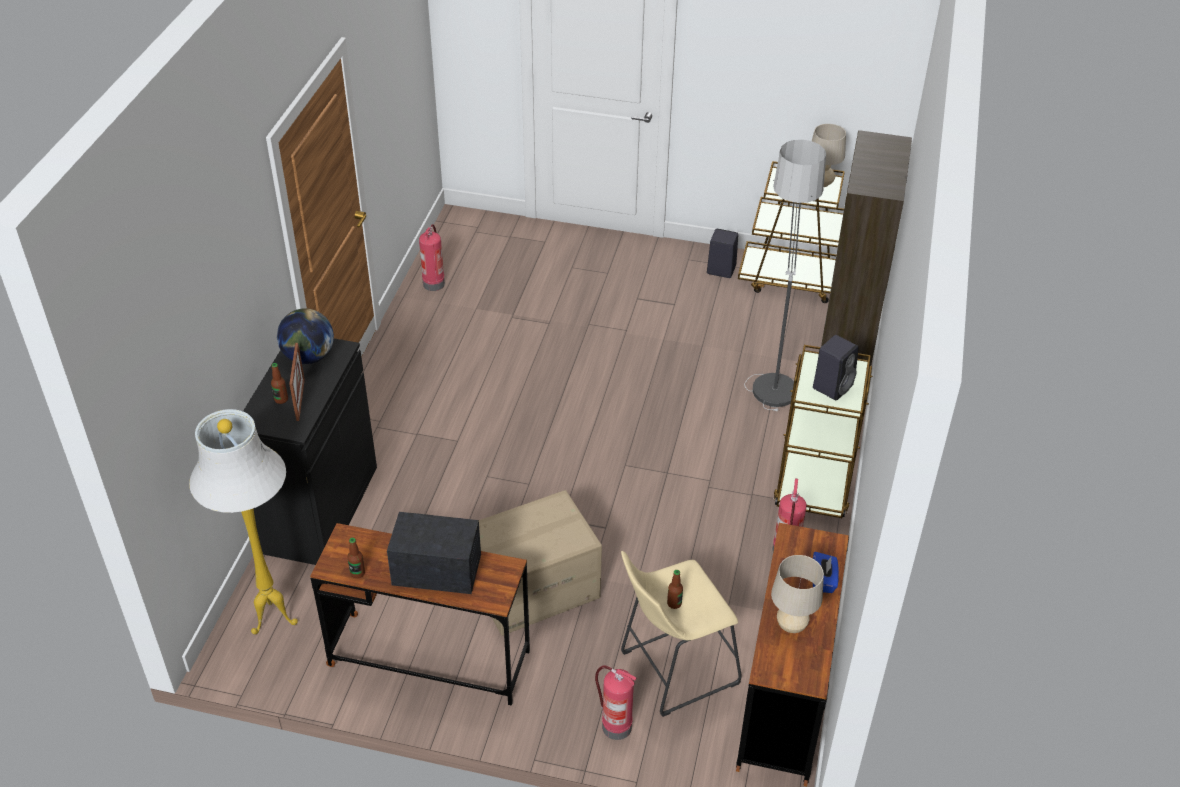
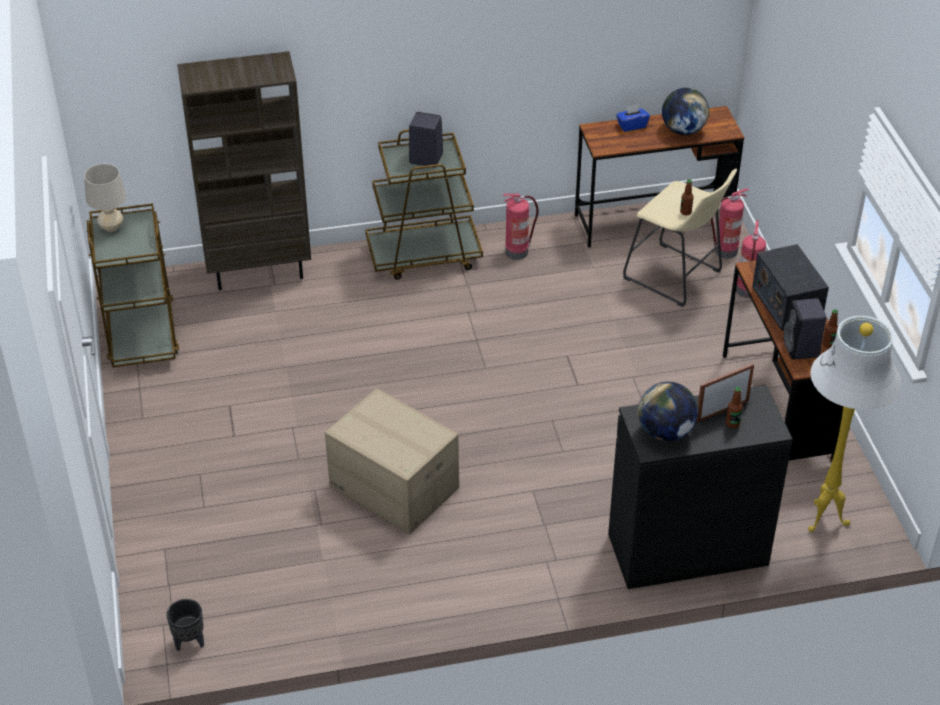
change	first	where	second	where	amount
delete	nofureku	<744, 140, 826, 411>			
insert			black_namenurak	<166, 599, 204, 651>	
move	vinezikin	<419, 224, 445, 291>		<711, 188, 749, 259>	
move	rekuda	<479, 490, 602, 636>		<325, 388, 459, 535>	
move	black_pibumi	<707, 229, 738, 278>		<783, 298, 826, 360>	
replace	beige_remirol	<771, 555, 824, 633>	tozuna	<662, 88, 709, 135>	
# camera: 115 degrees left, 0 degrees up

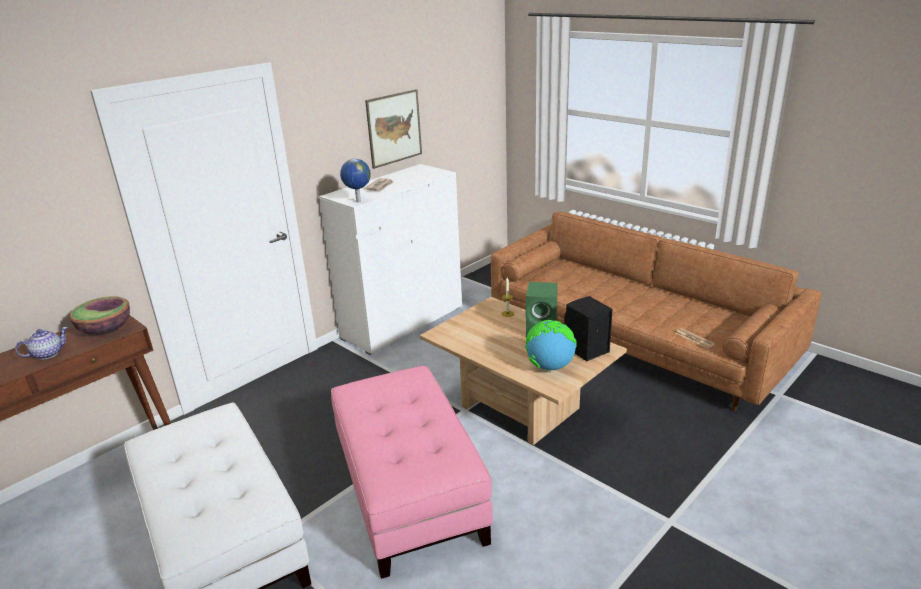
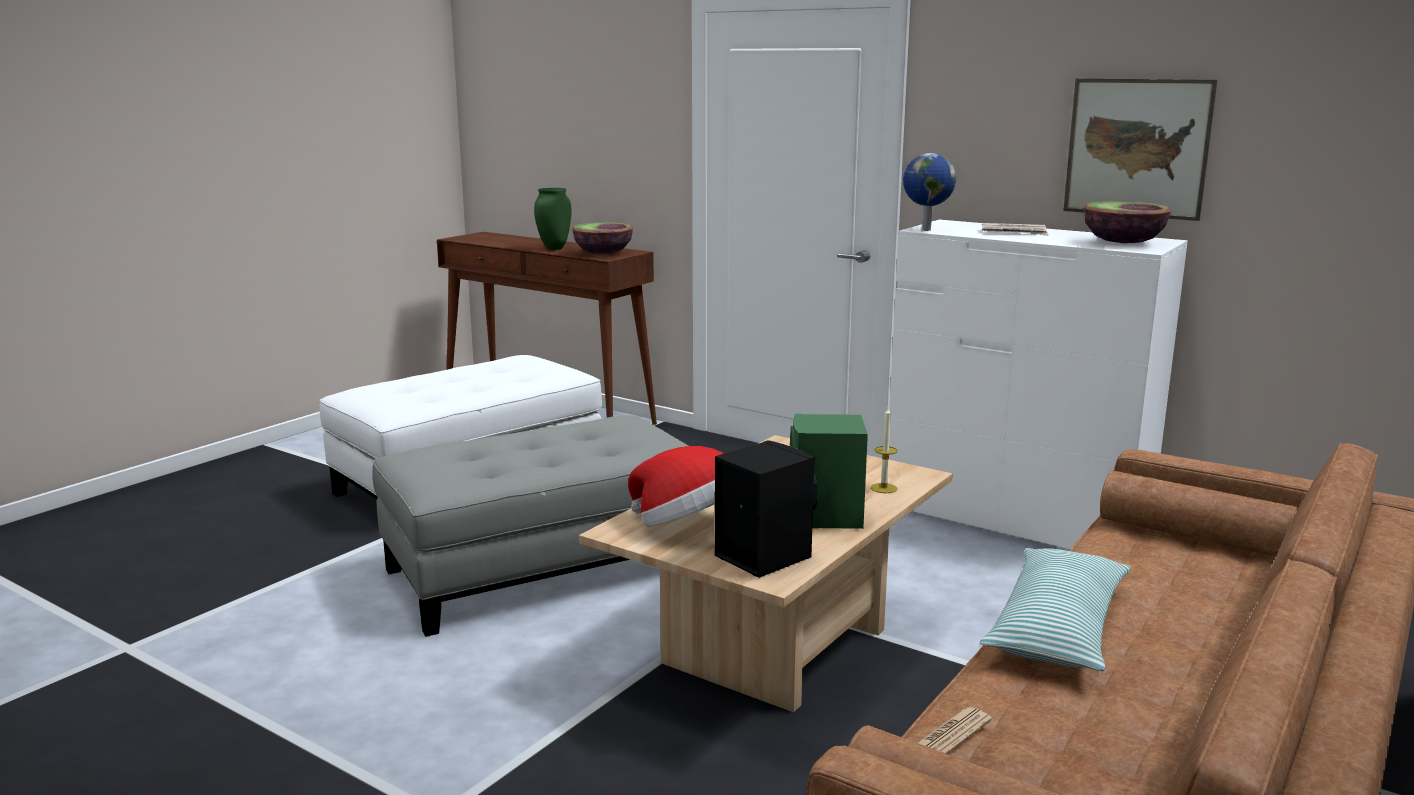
change	first	where	second	where	amount
insert			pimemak	<980, 548, 1131, 671>	
insert			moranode	<1084, 201, 1171, 243>	
replace	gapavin	<15, 327, 68, 360>	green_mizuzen	<534, 188, 572, 250>	
replace	tozuna	<525, 320, 577, 370>	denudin	<628, 446, 724, 527>	
recolor	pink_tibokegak	<331, 366, 493, 579>	grey_tibokegak	<372, 415, 688, 637>	
# camera: 80 degrees right, 10 degrees down

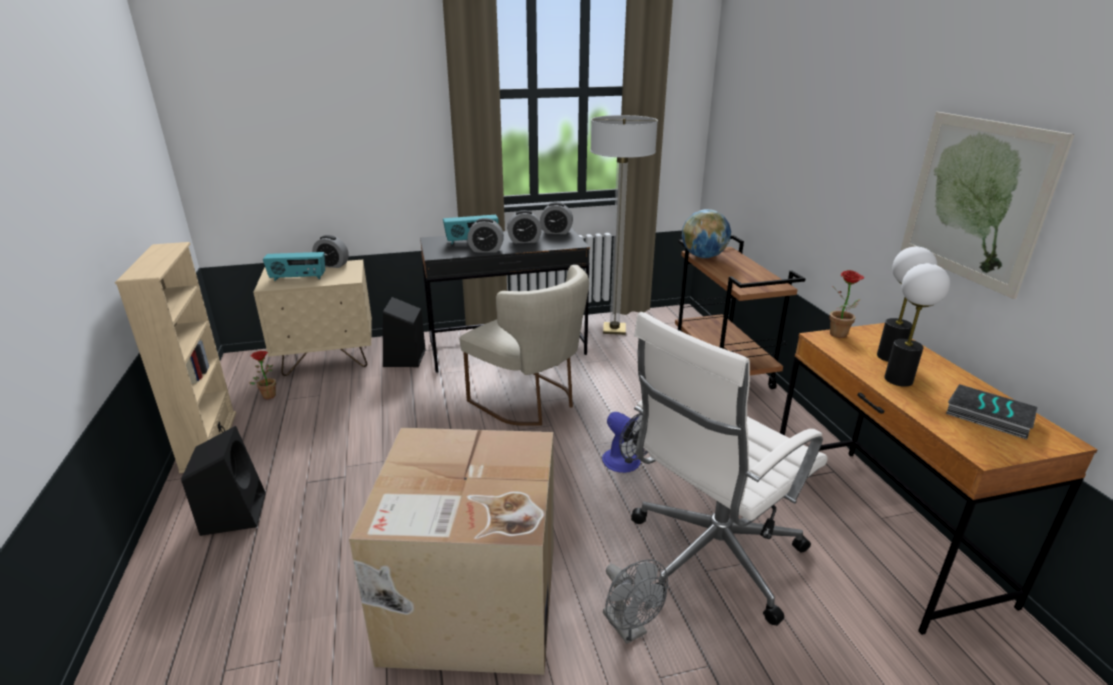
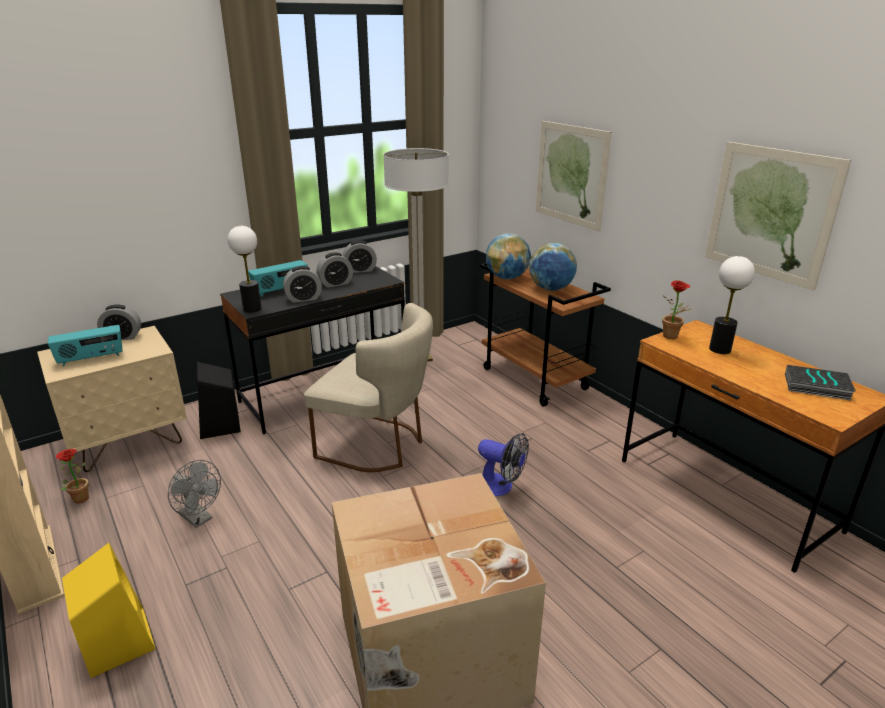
change	first	where	second	where	amount
delete	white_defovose	<631, 312, 828, 626>			
insert			tozuna	<529, 243, 577, 291>	
insert			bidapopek	<536, 121, 612, 232>	
move	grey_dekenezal	<603, 559, 668, 644>		<168, 460, 221, 528>	
move	remirol	<884, 263, 950, 387>		<228, 226, 262, 313>	
recolor	black_pibumi	<181, 426, 266, 536>	yellow_pibumi	<62, 543, 156, 678>	
# camera: 20 degrees left, 0 degrees up

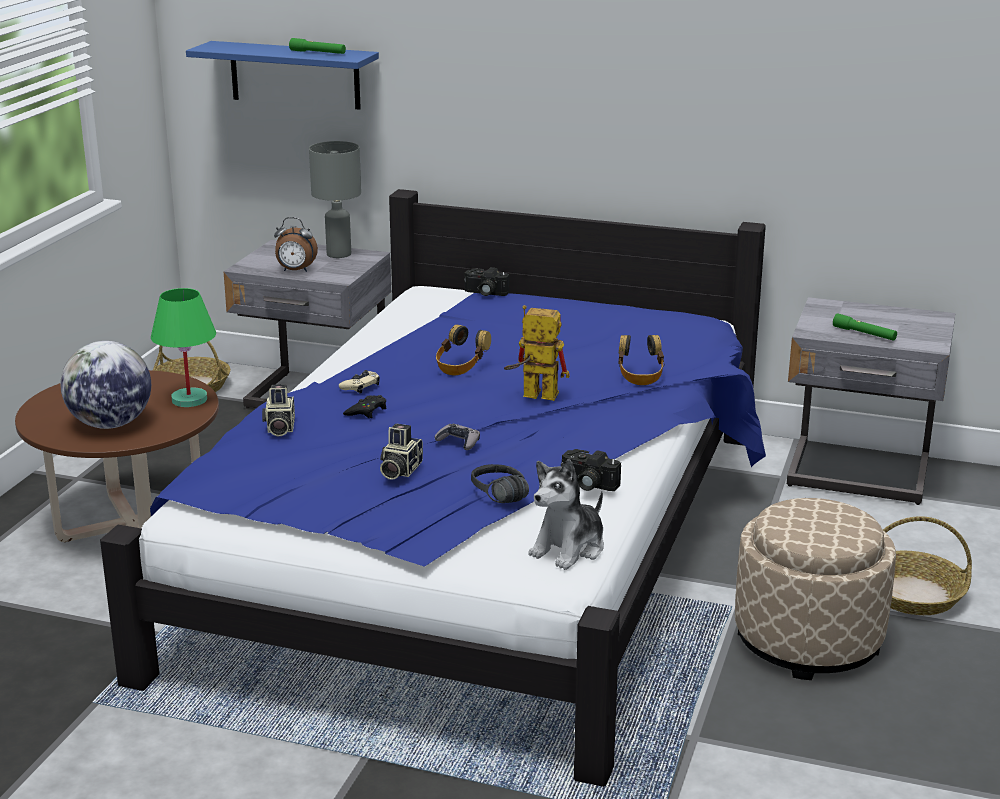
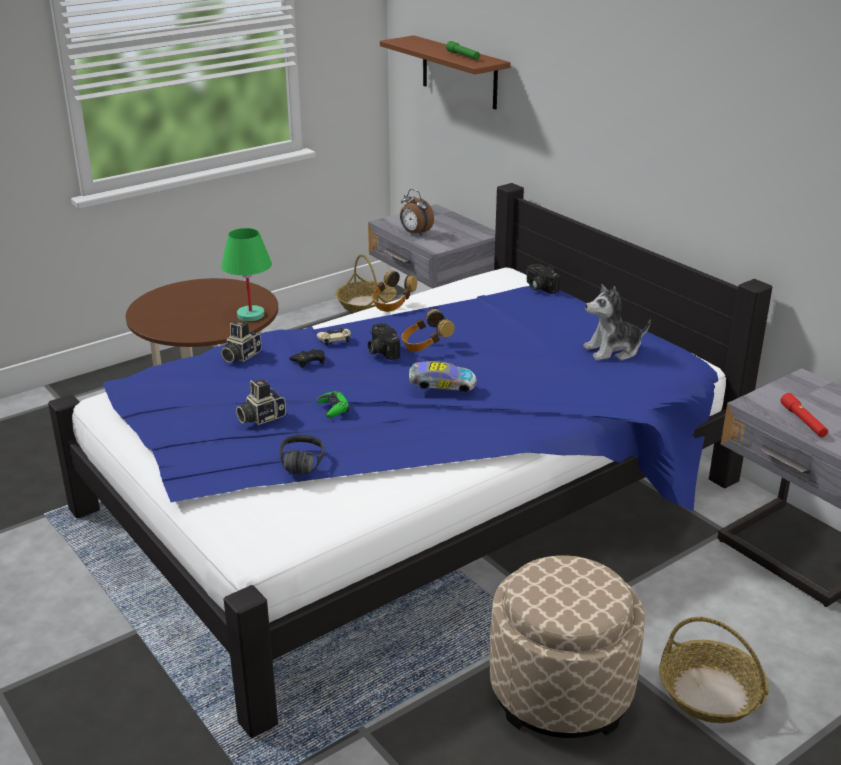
change	first	where	second	where	amount
delete	tozuna	<61, 341, 151, 429>			
delete	grey_remirol	<309, 141, 361, 258>			
move	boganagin	<528, 459, 604, 570>		<583, 284, 651, 361>	
move	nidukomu	<561, 449, 621, 491>		<368, 323, 400, 360>	
move	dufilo	<619, 335, 664, 385>		<372, 270, 417, 312>	
replace	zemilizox	<504, 305, 570, 401>	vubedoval	<409, 361, 477, 393>	
recolor	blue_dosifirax	<186, 41, 379, 110>	brown_dosifirax	<380, 35, 511, 109>	
recolor	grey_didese	<435, 424, 480, 450>	green_didese	<317, 391, 349, 418>	
recolor	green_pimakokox	<833, 314, 897, 341>	red_pimakokox	<781, 393, 828, 437>	
# camera: 35 degrees right, 5 degrees up

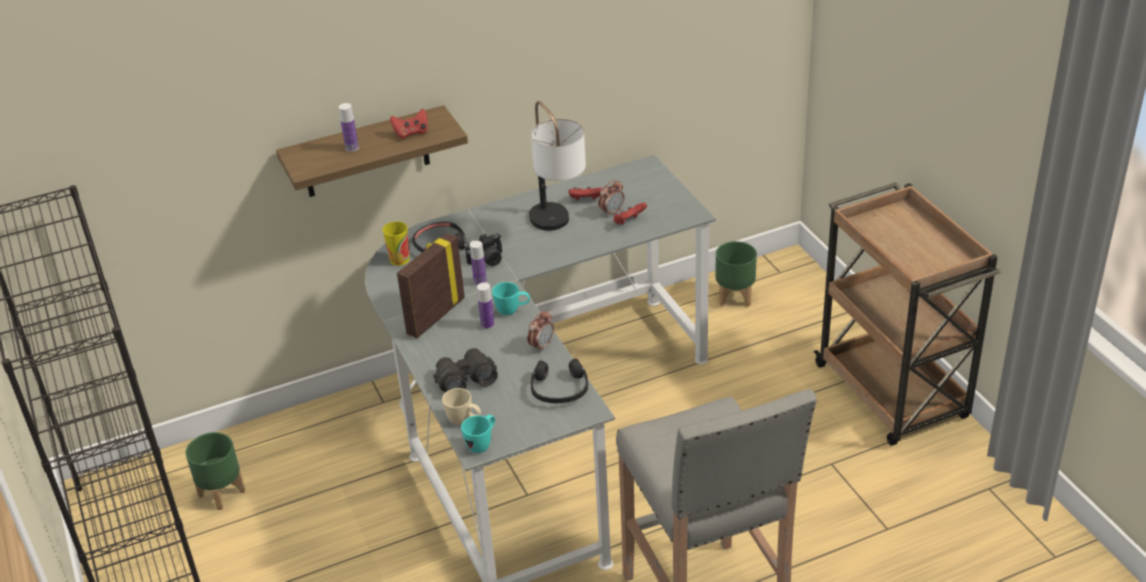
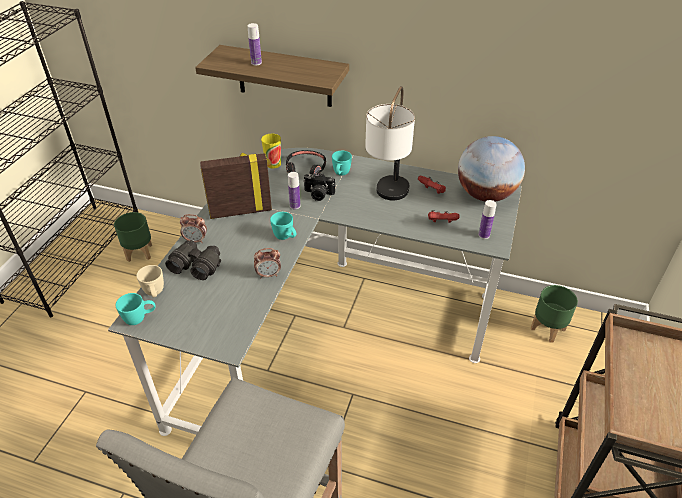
change	first	where	second	where	amount
delete	red_didese	<390, 109, 428, 139>			
delete	black_dufilo	<531, 358, 588, 403>			
insert			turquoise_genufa	<332, 151, 352, 176>	
insert			tozuna	<458, 136, 525, 202>	
move	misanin	<477, 282, 494, 329>		<478, 200, 497, 239>	
move	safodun	<598, 180, 625, 217>		<180, 214, 207, 243>	
# camera: 40 degrees right, 5 degrees up

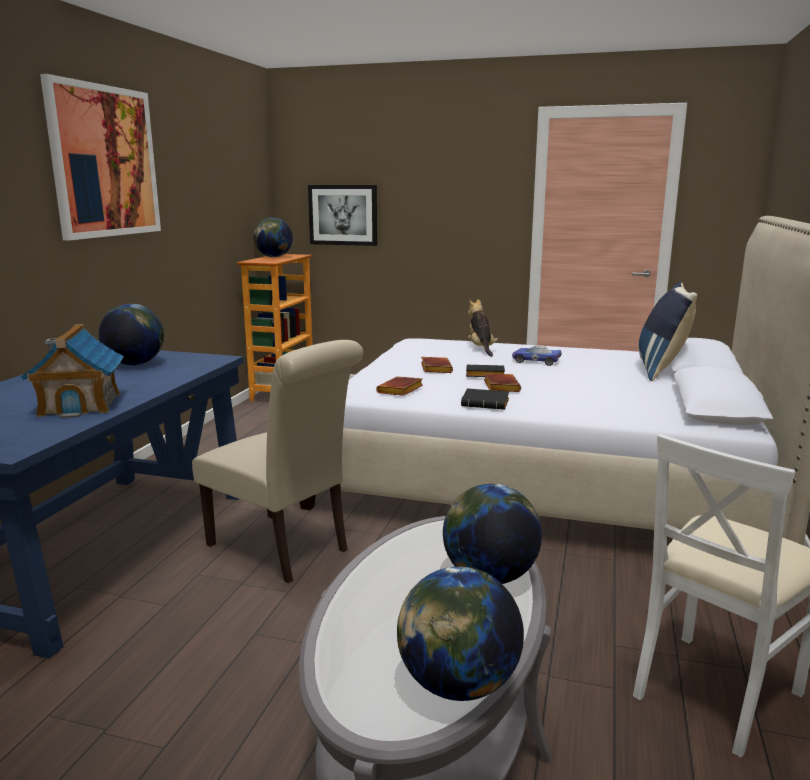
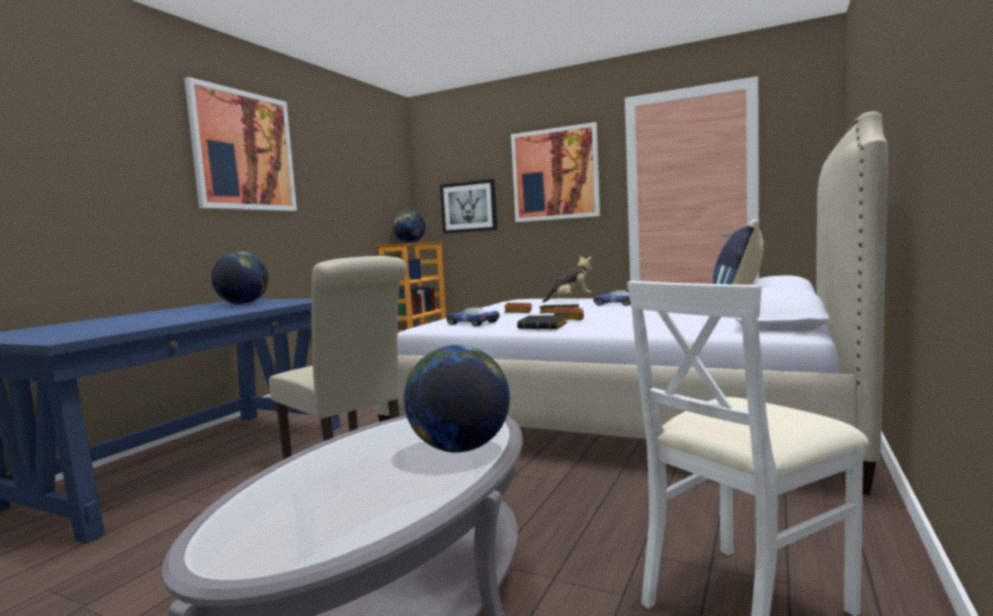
change	first	where	second	where	amount
delete	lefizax	<21, 324, 124, 418>			
delete	tozuna	<397, 566, 524, 701>			
insert			bidapopek	<511, 122, 600, 222>	
replace	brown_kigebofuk	<376, 376, 423, 396>	vubedoval	<446, 307, 500, 327>	
rotate	boganagin	<468, 299, 498, 357>		<542, 256, 593, 303>	75 degrees clockwise
# camera: 10 degrees right, 10 degrees down

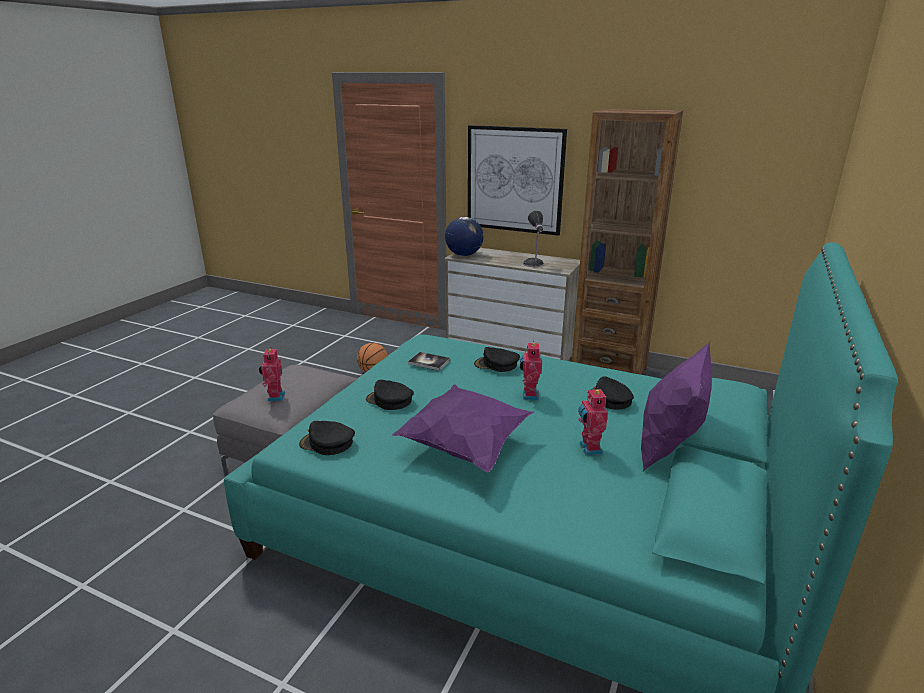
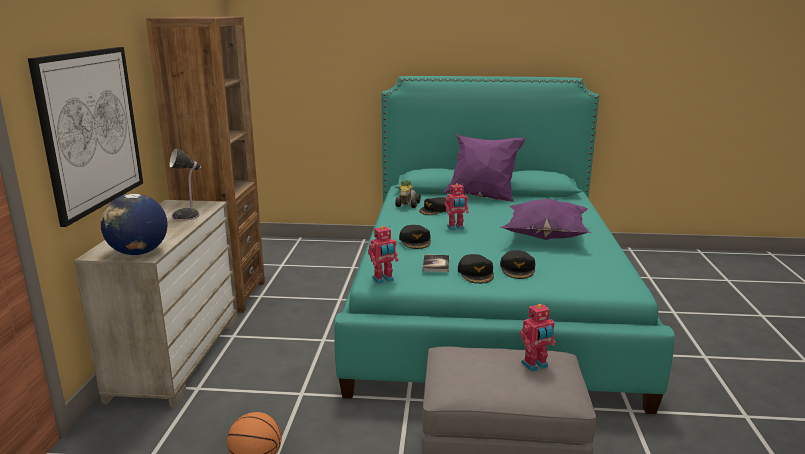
change	first	where	second	where	amount
insert			vubedoval	<395, 180, 421, 208>	
move	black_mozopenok	<299, 421, 355, 455>		<458, 254, 494, 284>	
move	zemilizox	<578, 387, 608, 455>		<368, 226, 399, 284>	
# camera: 110 degrees left, 5 degrees down

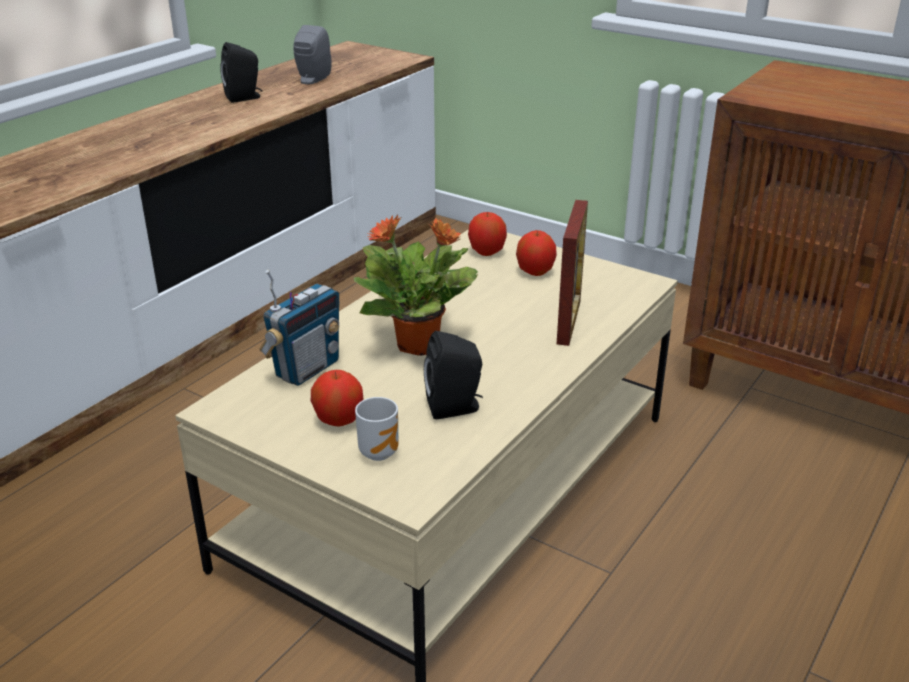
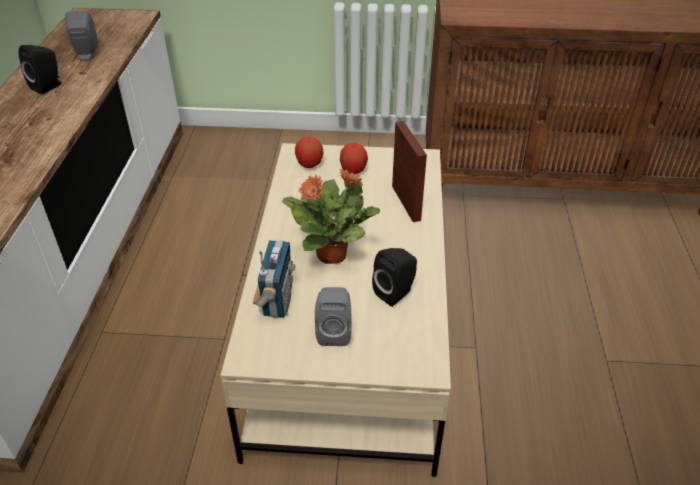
change	first	where	second	where	amount
delete	genufa	<355, 397, 398, 461>			
replace	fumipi	<311, 370, 364, 427>	grey_pibumi	<315, 287, 352, 346>	
# camera: 30 degrees left, 10 degrees up

